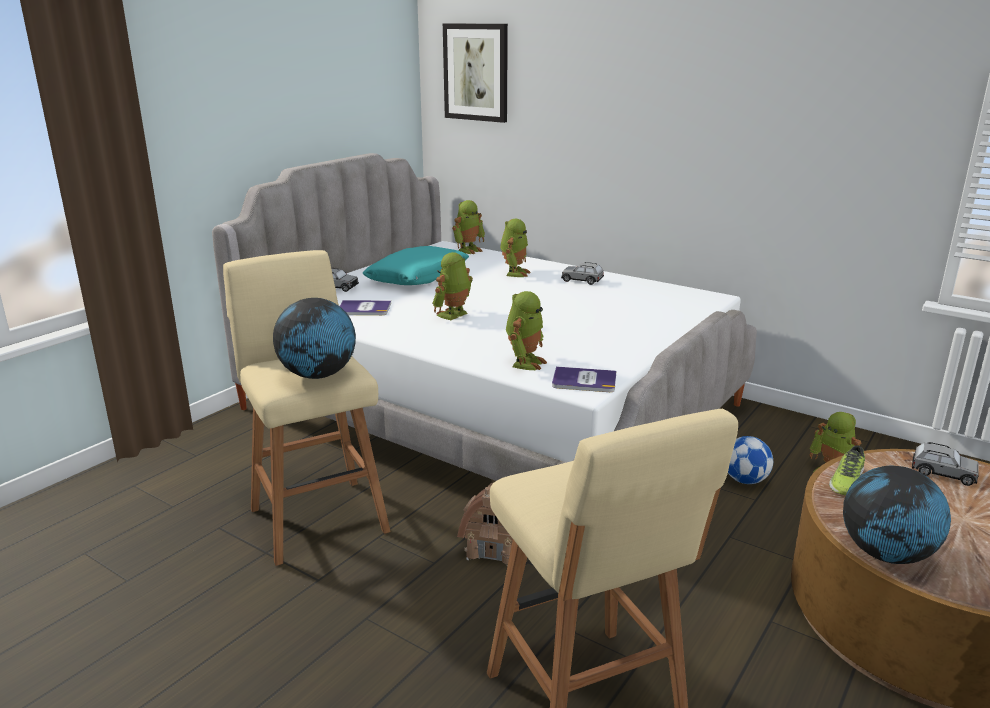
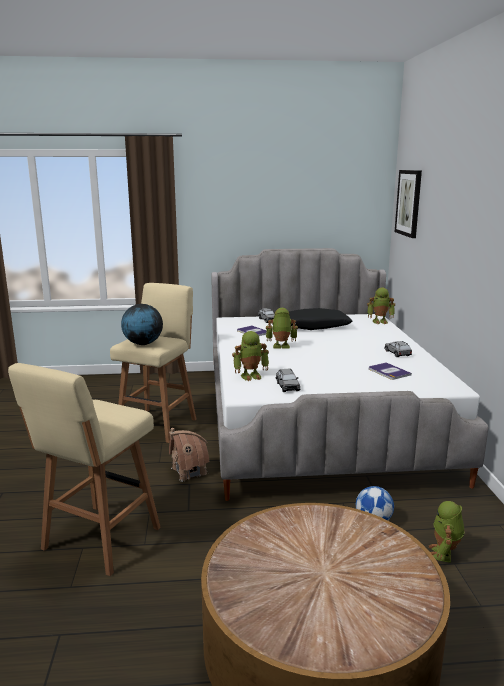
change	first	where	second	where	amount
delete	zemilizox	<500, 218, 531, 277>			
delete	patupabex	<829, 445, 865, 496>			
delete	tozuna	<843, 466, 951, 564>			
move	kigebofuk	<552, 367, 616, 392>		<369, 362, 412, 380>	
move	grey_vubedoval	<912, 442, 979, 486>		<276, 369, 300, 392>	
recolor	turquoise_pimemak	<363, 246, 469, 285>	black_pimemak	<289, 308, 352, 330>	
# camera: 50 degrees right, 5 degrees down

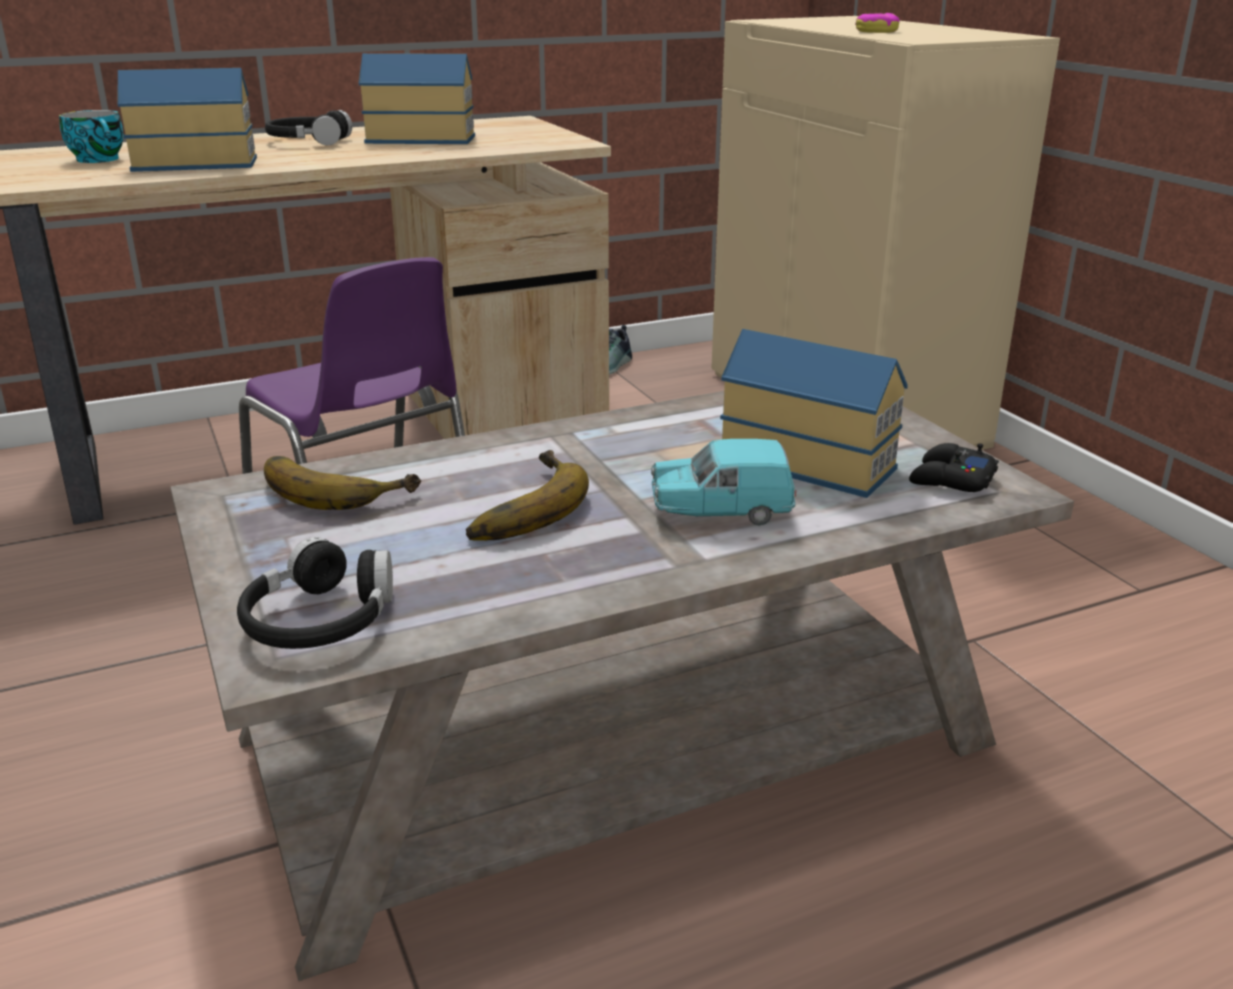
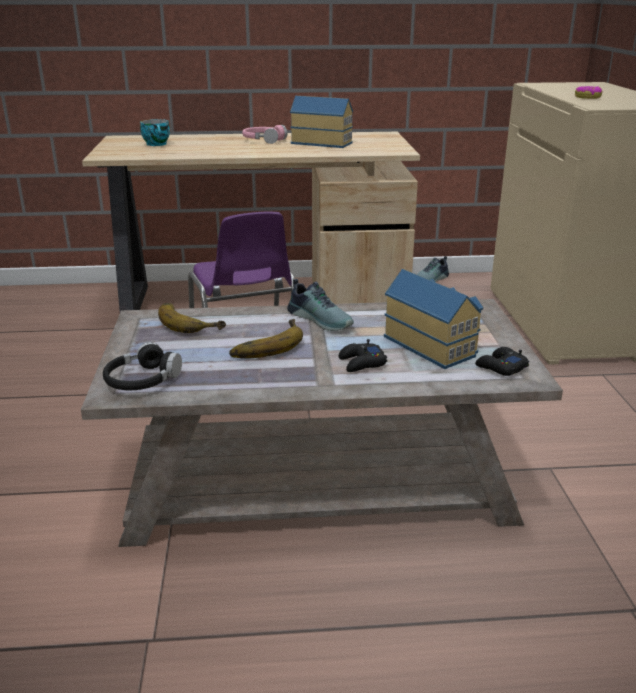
change	first	where	second	where	amount
delete	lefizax	<117, 68, 257, 172>			
insert			patupabex	<287, 279, 354, 331>	
replace	turquoise_vubedoval	<651, 439, 796, 526>	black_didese	<338, 339, 387, 372>	
recolor	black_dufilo	<265, 110, 352, 145>	pink_dufilo	<242, 125, 287, 144>	
# camera: 20 degrees right, 0 degrees up

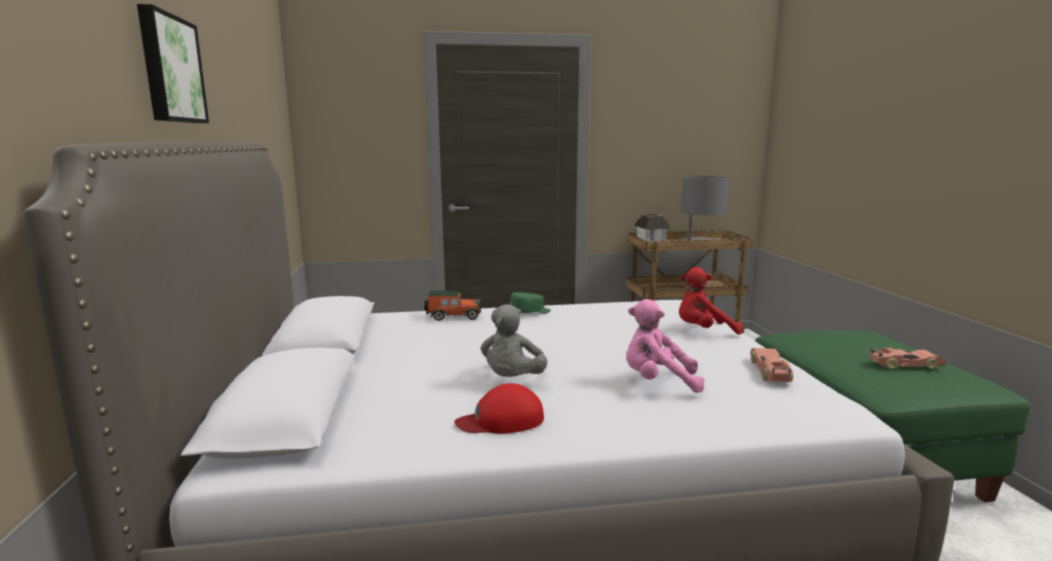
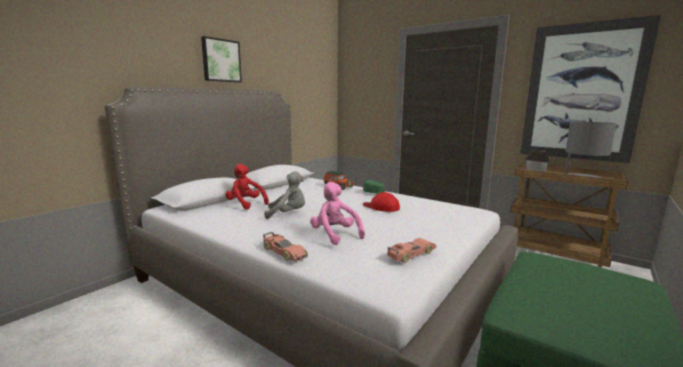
change	first	where	second	where	amount
insert			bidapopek	<520, 15, 661, 163>	
move	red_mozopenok	<454, 383, 544, 434>		<363, 192, 400, 212>	
move	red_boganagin	<679, 267, 743, 335>		<225, 164, 269, 210>	
move	vubedoval	<870, 348, 946, 369>		<263, 232, 308, 262>	
rotate	grey_boganagin	<480, 304, 548, 377>		<264, 171, 305, 219>	150 degrees counterclockwise
# camera: 45 degrees right, 0 degrees up

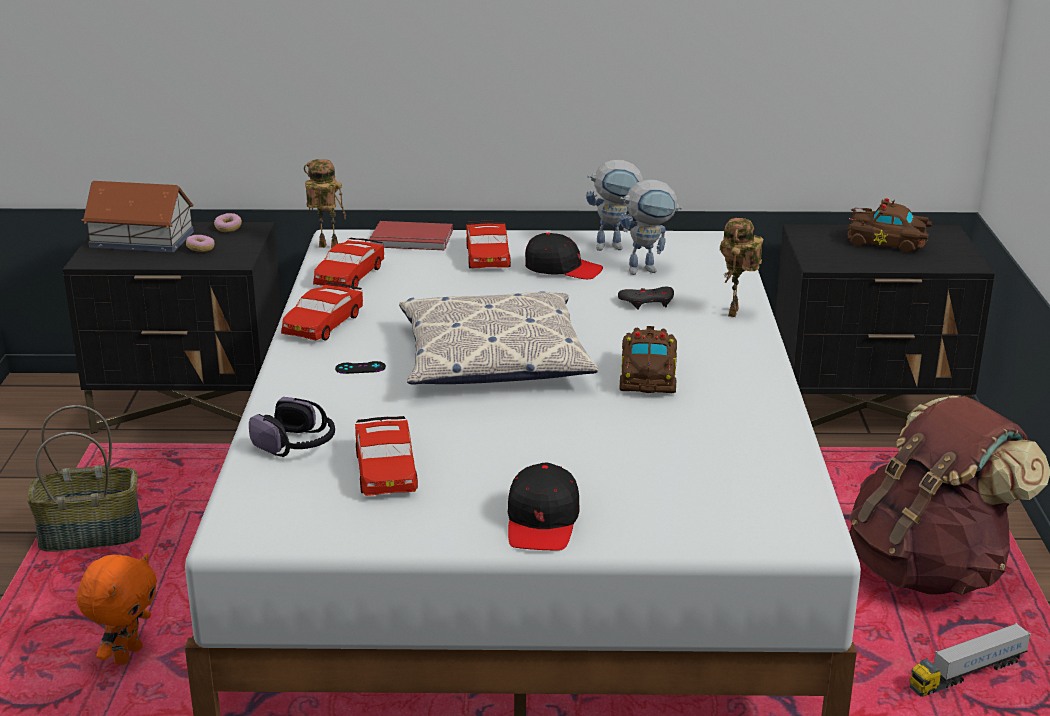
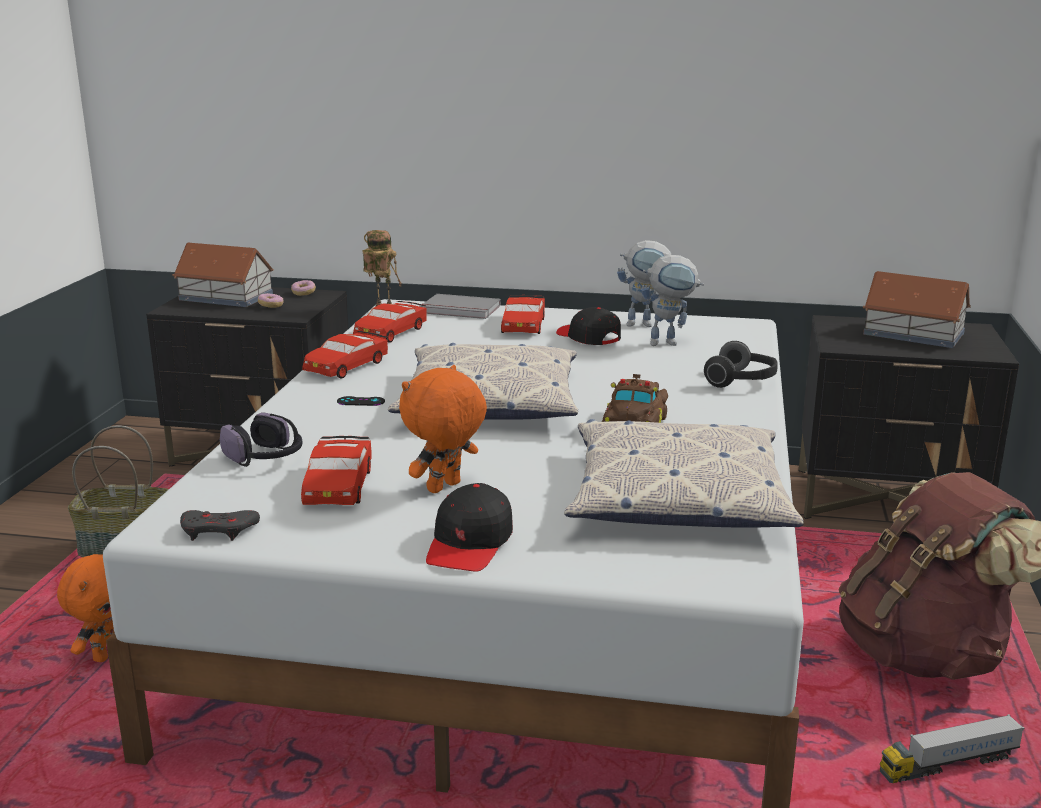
change	first	where	second	where	amount
insert			orange_boganagin	<399, 365, 487, 493>	
insert			pimemak	<564, 419, 804, 528>	
move	grey_didese	<618, 287, 674, 309>		<180, 510, 260, 541>	
replace	zemilizox	<720, 218, 763, 317>	dufilo	<704, 341, 777, 388>	
replace	brown_vubedoval	<847, 198, 932, 252>	lefizax	<863, 271, 971, 348>	
recolor	red_kigebofuk	<370, 221, 453, 250>	grey_kigebofuk	<420, 294, 501, 319>	
rotate	black_mozopenok	<525, 233, 603, 279>		<556, 307, 621, 345>	150 degrees counterclockwise
# camera: 10 degrees right, 5 degrees down

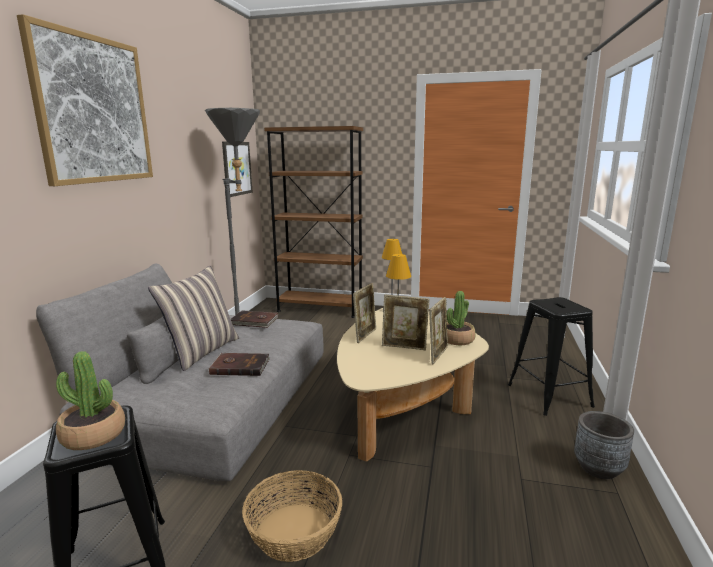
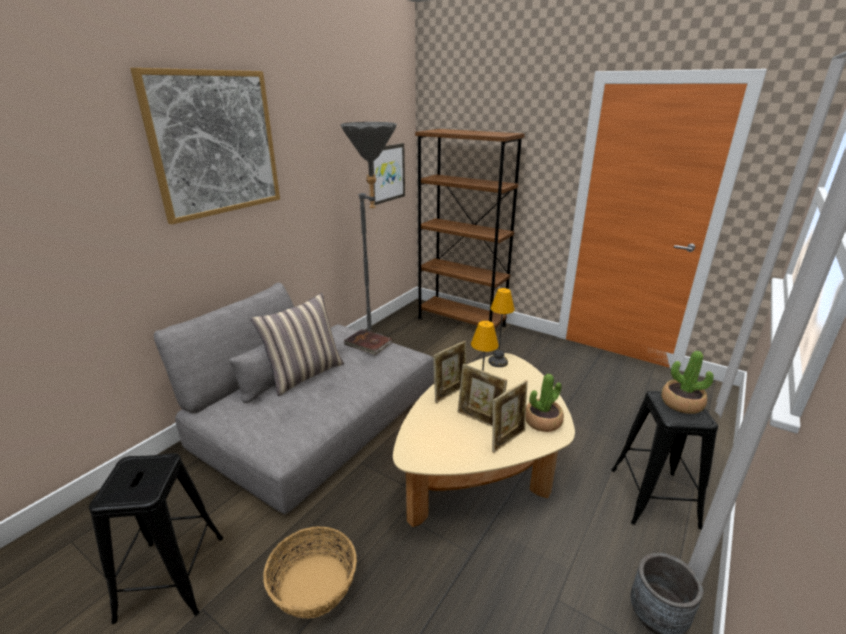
change	first	where	second	where	amount
delete	brown_kigebofuk	<209, 353, 270, 376>			
move	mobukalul	<56, 351, 125, 450>		<661, 351, 714, 414>	
# camera: 20 degrees right, 10 degrees up

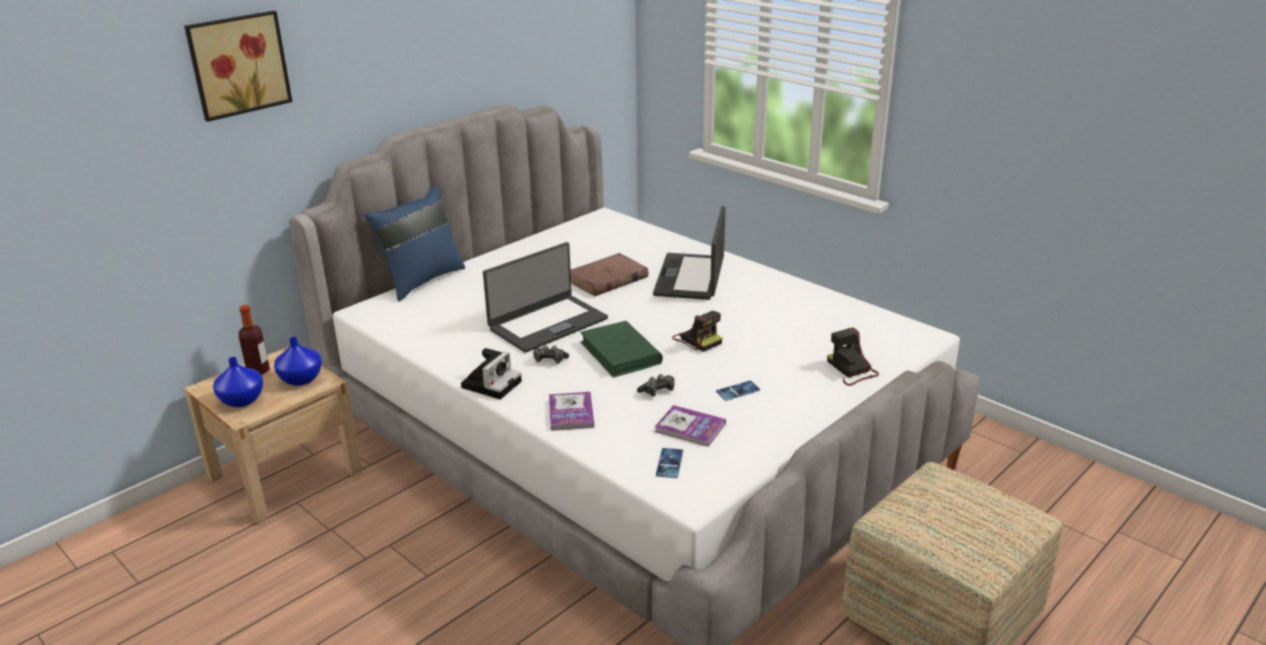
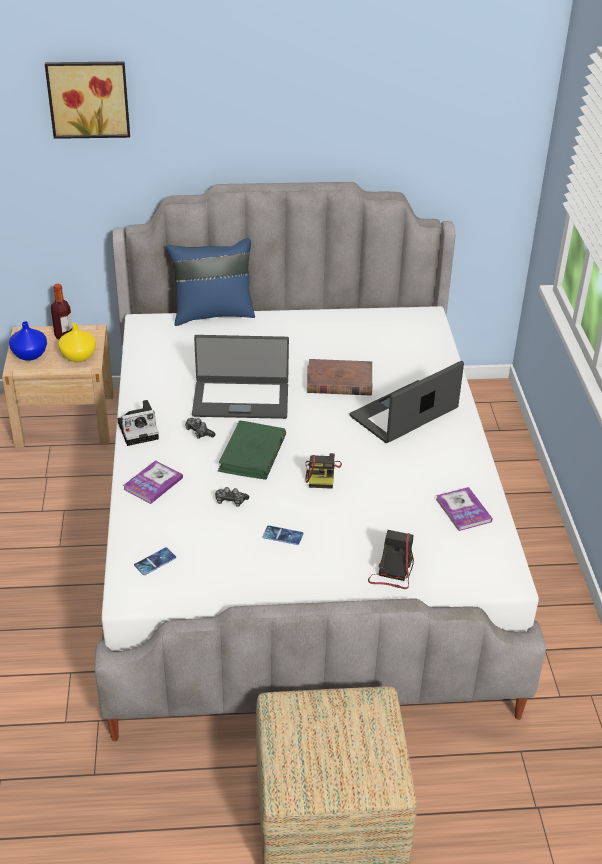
change	first	where	second	where	amount
move	kigebofuk	<655, 405, 726, 447>		<436, 487, 493, 531>	
recolor	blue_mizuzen	<274, 337, 322, 386>	yellow_mizuzen	<58, 323, 96, 362>	
# camera: 40 degrees right, 10 degrees up

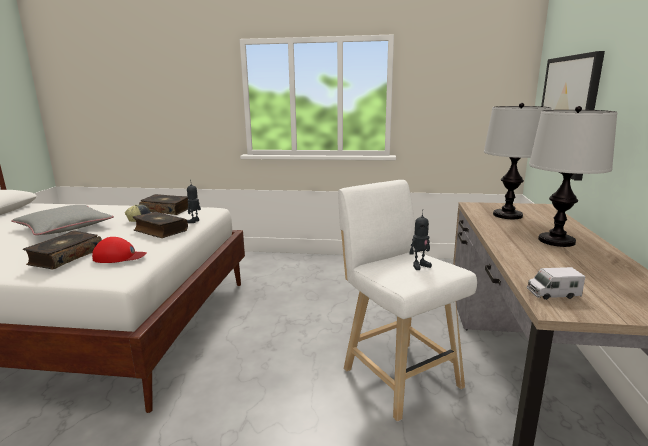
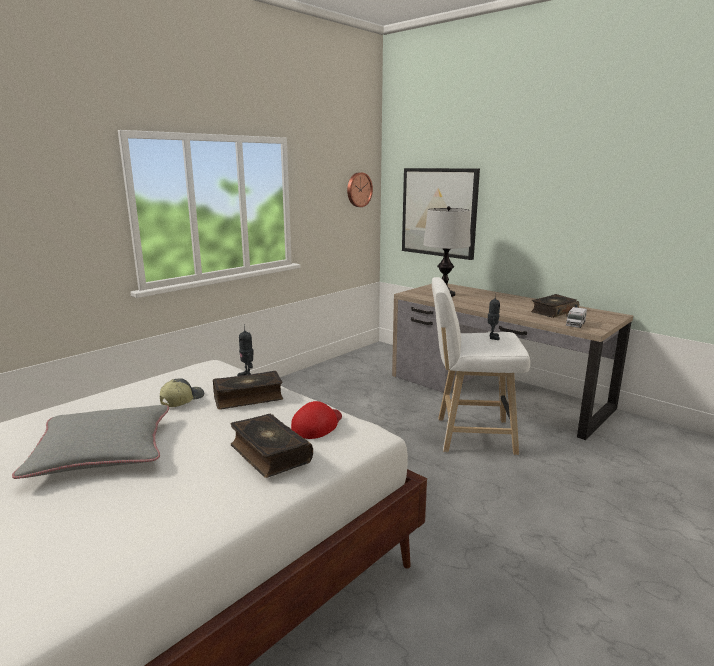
change	first	where	second	where	amount
delete	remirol	<529, 106, 617, 247>			
insert			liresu	<347, 172, 373, 207>	
move	kigebofuk	<139, 194, 188, 215>		<530, 294, 579, 318>	
# camera: 55 degrees left, 0 degrees up

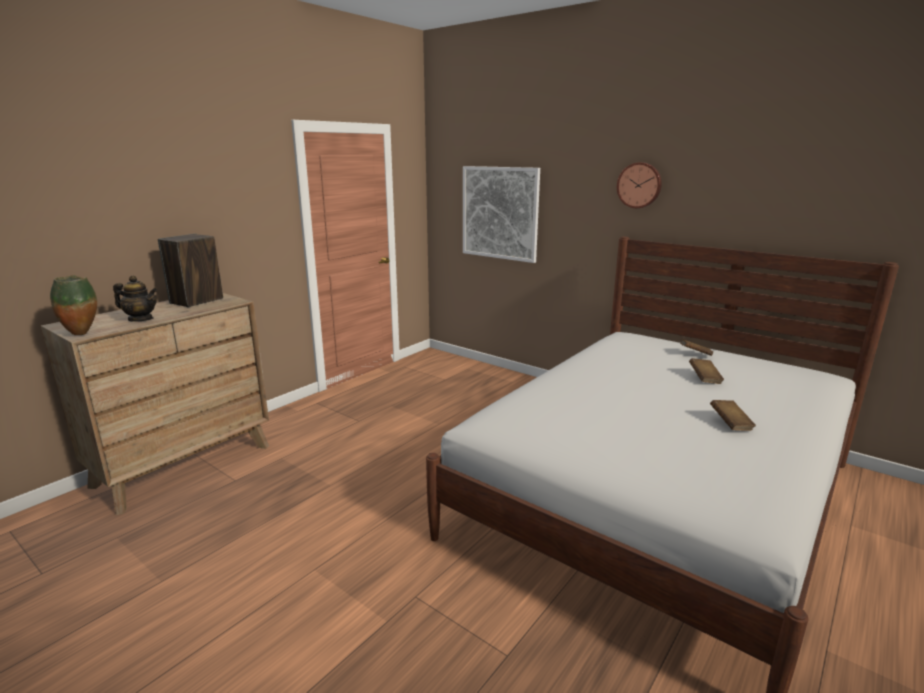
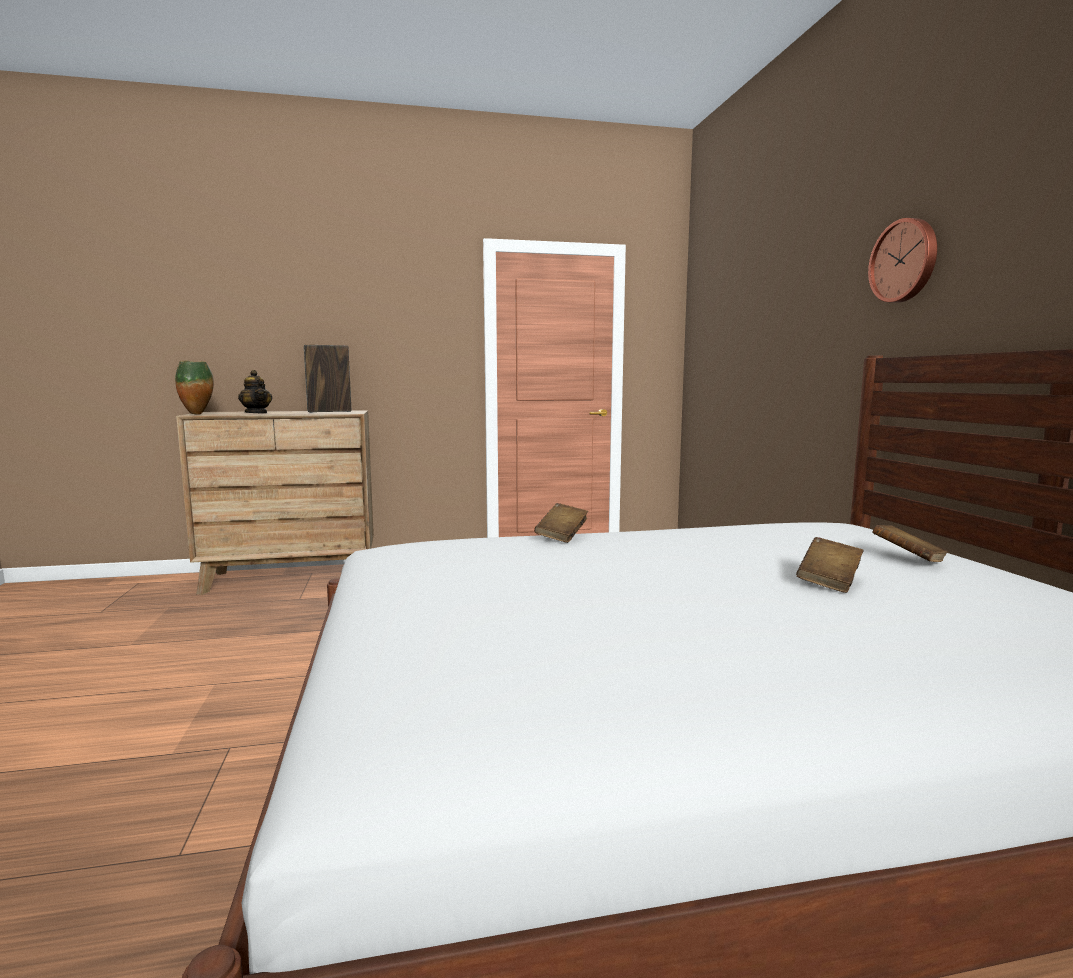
change	first	where	second	where	amount
delete	bidapopek	<463, 166, 540, 263>			
move	brown_kigebofuk	<710, 400, 756, 431>		<534, 503, 589, 543>	
# camera: 40 degrees right, 10 degrees down

